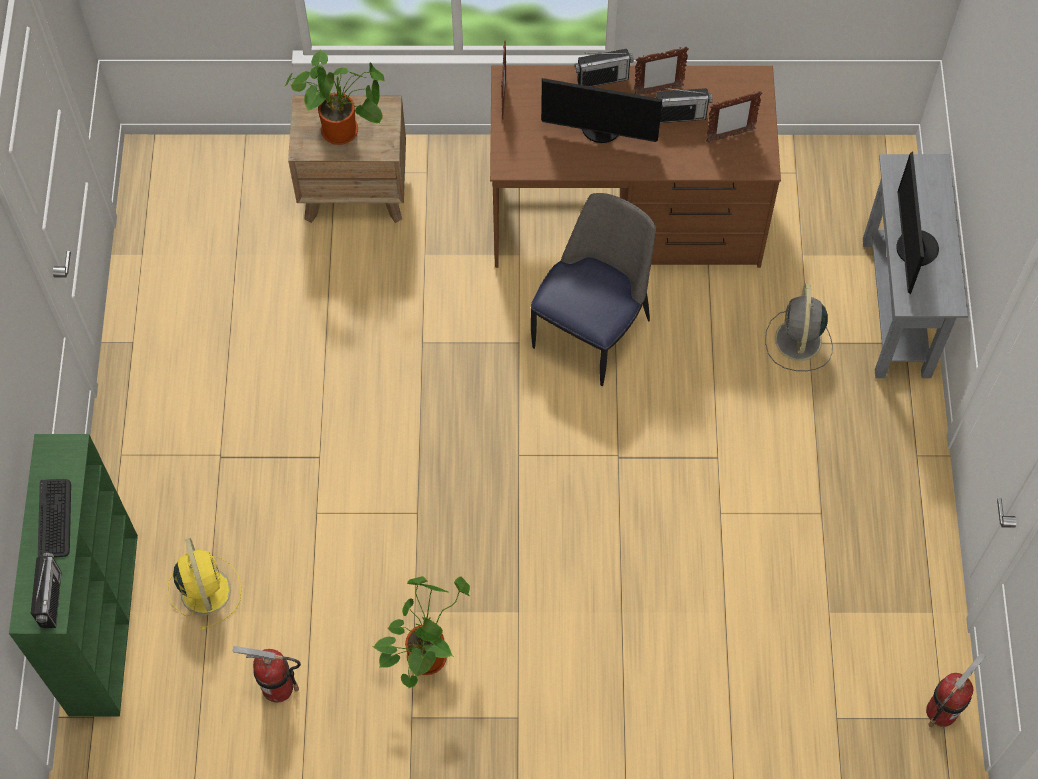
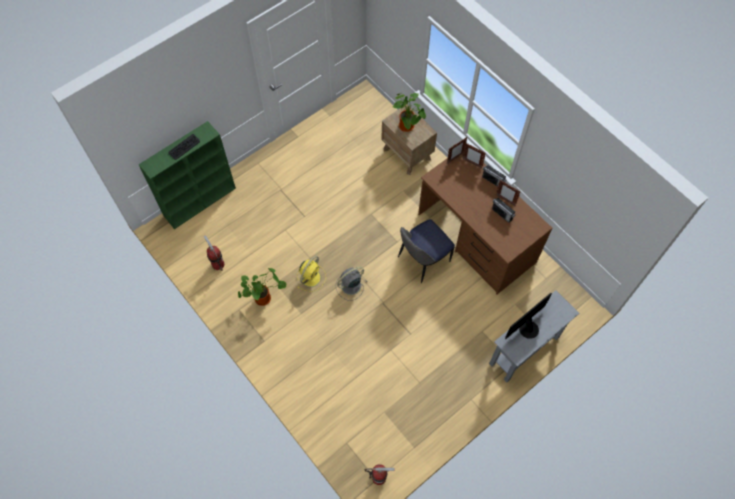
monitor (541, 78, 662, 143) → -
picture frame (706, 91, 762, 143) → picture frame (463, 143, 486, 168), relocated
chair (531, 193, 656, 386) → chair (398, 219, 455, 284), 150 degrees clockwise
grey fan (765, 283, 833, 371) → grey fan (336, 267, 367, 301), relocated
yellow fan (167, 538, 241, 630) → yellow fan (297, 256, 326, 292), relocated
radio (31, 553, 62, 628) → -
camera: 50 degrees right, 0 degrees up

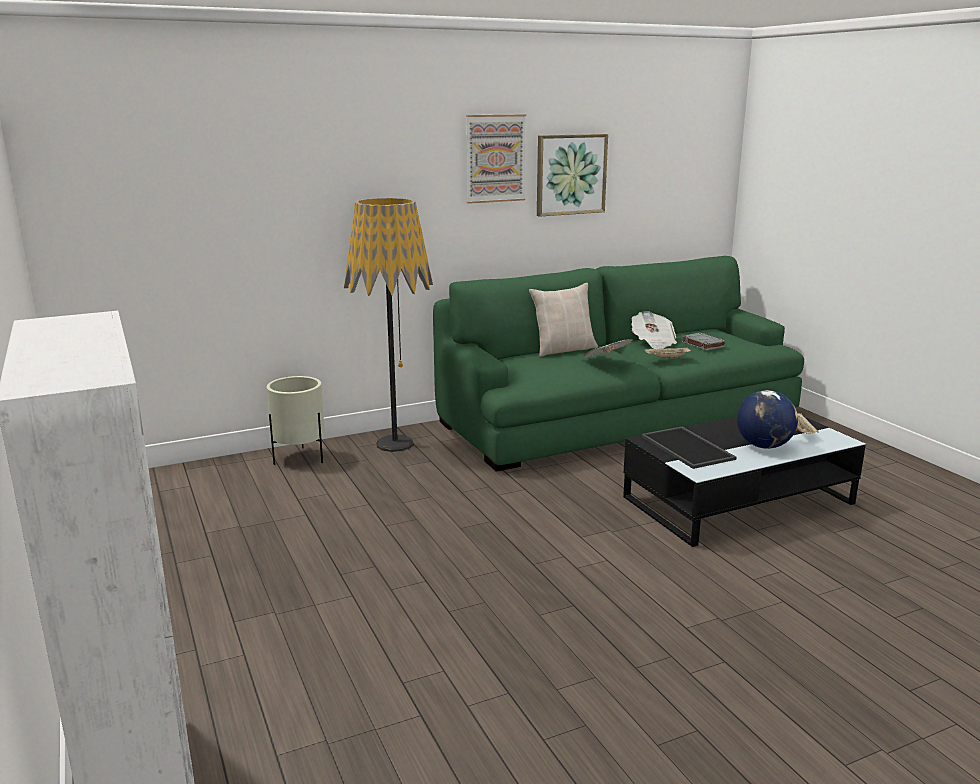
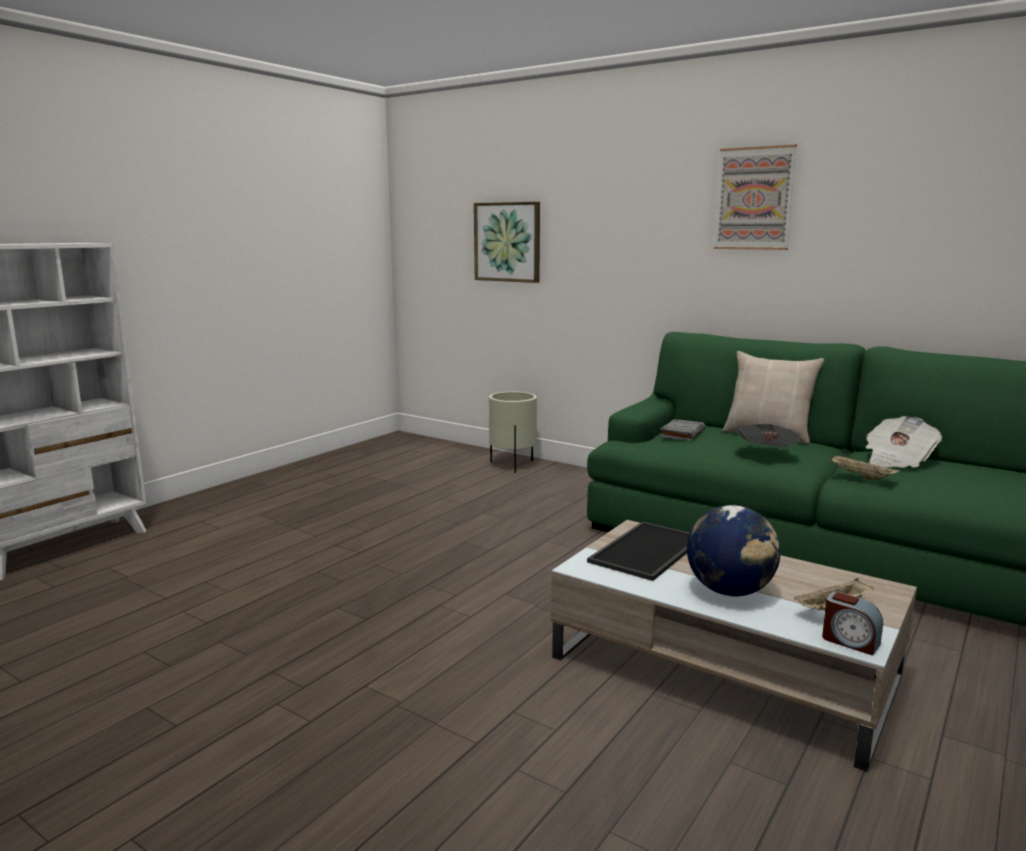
picture (537, 134, 608, 217) → picture (474, 202, 540, 283), relocated
floor lamp (344, 198, 433, 452) → -
grey book (682, 333, 726, 350) → grey book (660, 419, 706, 441), relocated
black coffee table (623, 417, 866, 547) → beige coffee table (551, 520, 917, 772)
- → alarm clock (822, 592, 883, 656)
camera: 60 degrees right, 5 degrees down

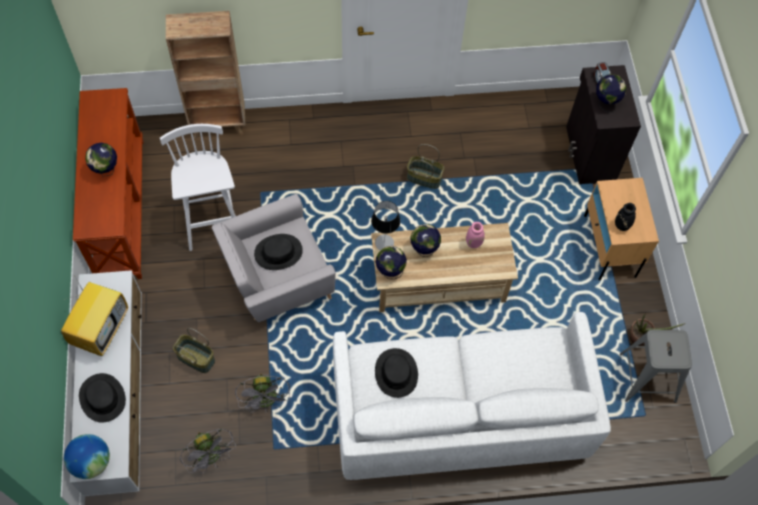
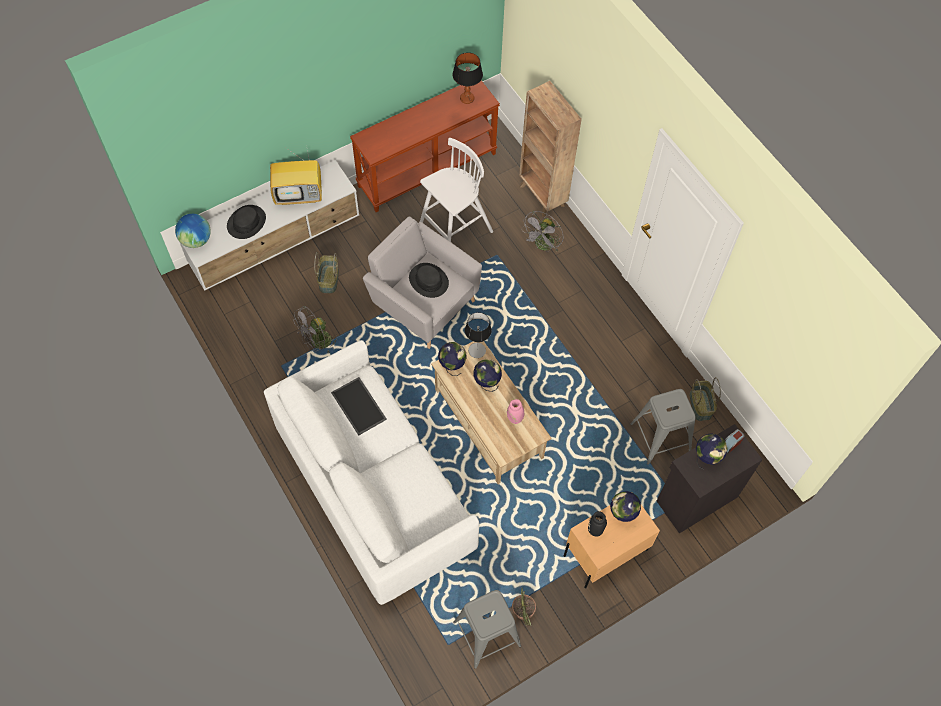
globe (85, 143, 117, 176) → globe (610, 491, 641, 522), relocated
basket (407, 144, 445, 189) → basket (690, 377, 721, 421), relocated
black hat (375, 348, 418, 398) → tray (331, 377, 387, 436)
grey fan (180, 429, 236, 474) → grey fan (521, 211, 563, 252), relocated
- → table lamp (452, 52, 483, 104)
- → grey stool (630, 389, 696, 465)
camera: 65 degrees right, 0 degrees up

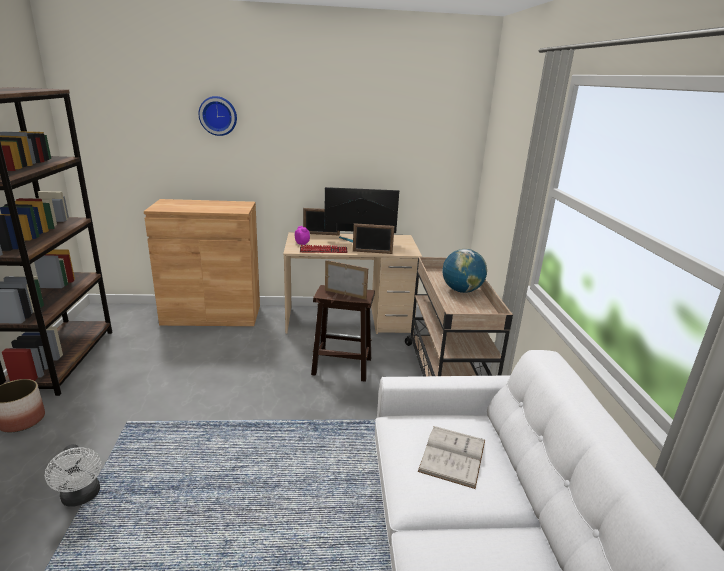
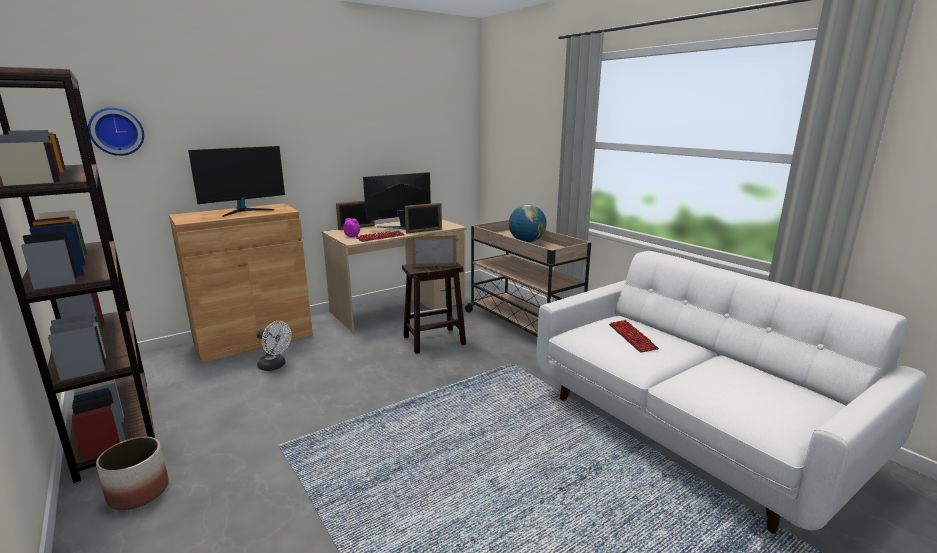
wall clock (199, 96, 237, 136) → wall clock (88, 108, 144, 156), relocated
white book (418, 426, 485, 489) → keyboard (609, 320, 659, 353)
white fan (45, 444, 102, 507) → white fan (257, 321, 292, 371), relocated
- → monitor (188, 146, 285, 217)
camera: 30 degrees left, 5 degrees down

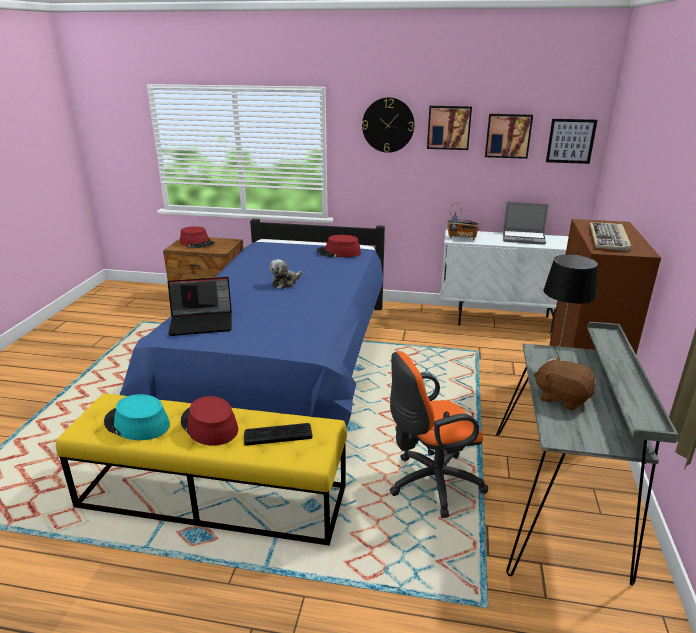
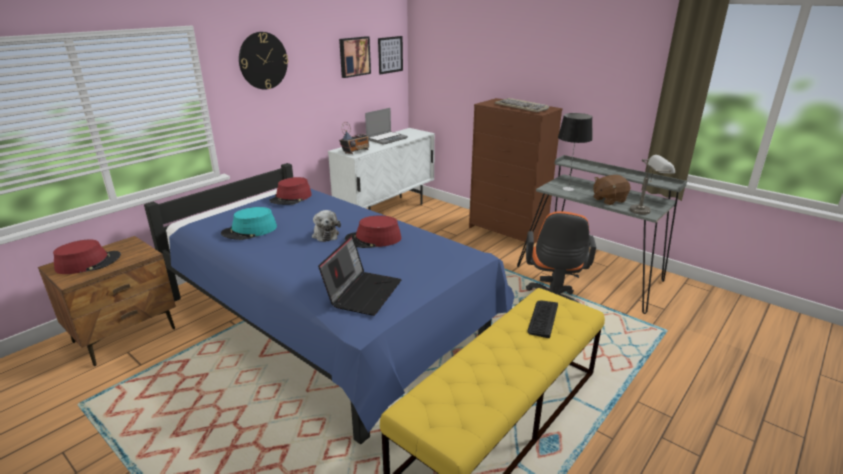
picture (427, 106, 472, 150) → -
turquoise hat (104, 394, 170, 440) → turquoise hat (221, 207, 277, 240), relocated
red hat (181, 396, 238, 446) → red hat (345, 215, 401, 248), relocated
- → grey table lamp (630, 155, 675, 215)
camera: 60 degrees left, 0 degrees up

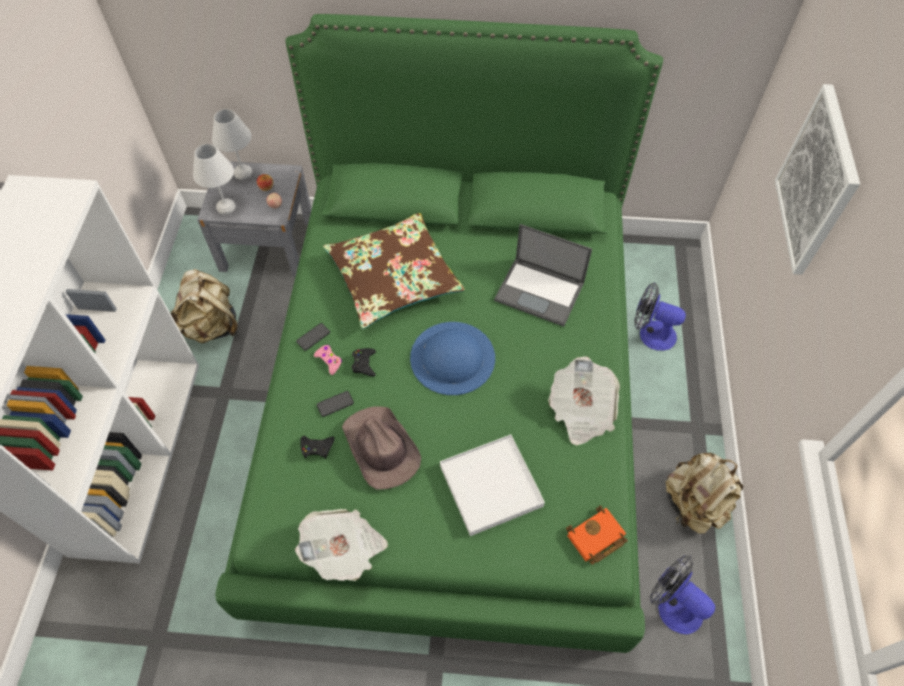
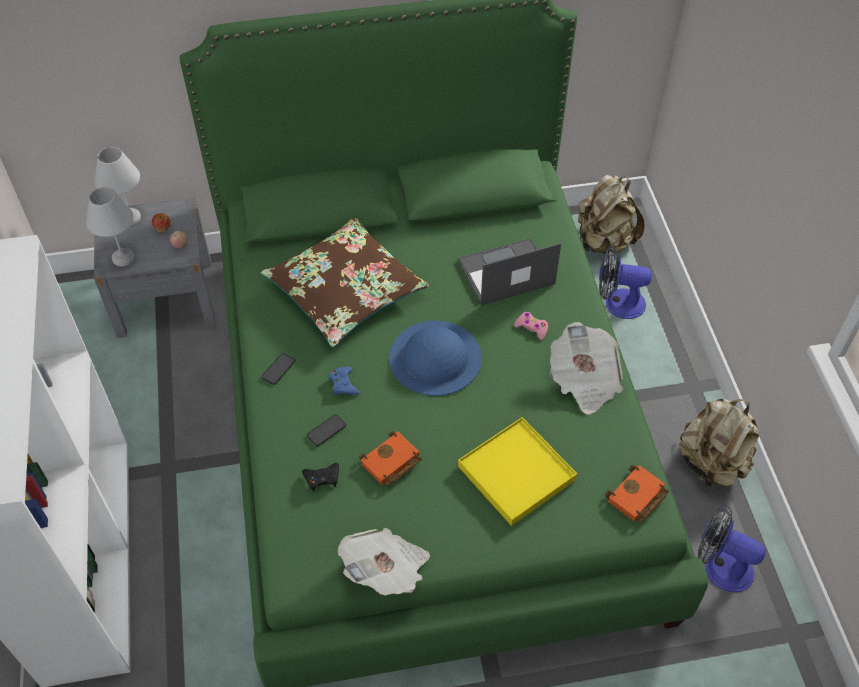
picture (775, 84, 860, 275) → -
laptop (494, 224, 592, 327) → laptop (458, 238, 561, 306), 150 degrees clockwise
beige backpack (170, 269, 238, 343) → beige backpack (578, 175, 645, 254), relocated
pink game controller (314, 345, 342, 375) → pink game controller (514, 312, 548, 340), relocated
black game controller (352, 348, 376, 376) → blue game controller (329, 367, 360, 395)
brown hat (342, 406, 421, 490) → orange book (359, 431, 422, 486)
white tray (440, 434, 545, 536) → yellow tray (458, 417, 577, 526)
camera: 15 degrees left, 5 degrees down

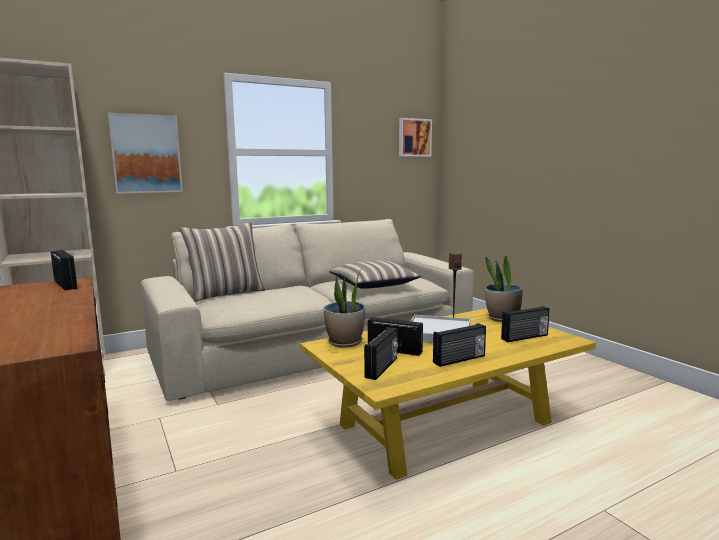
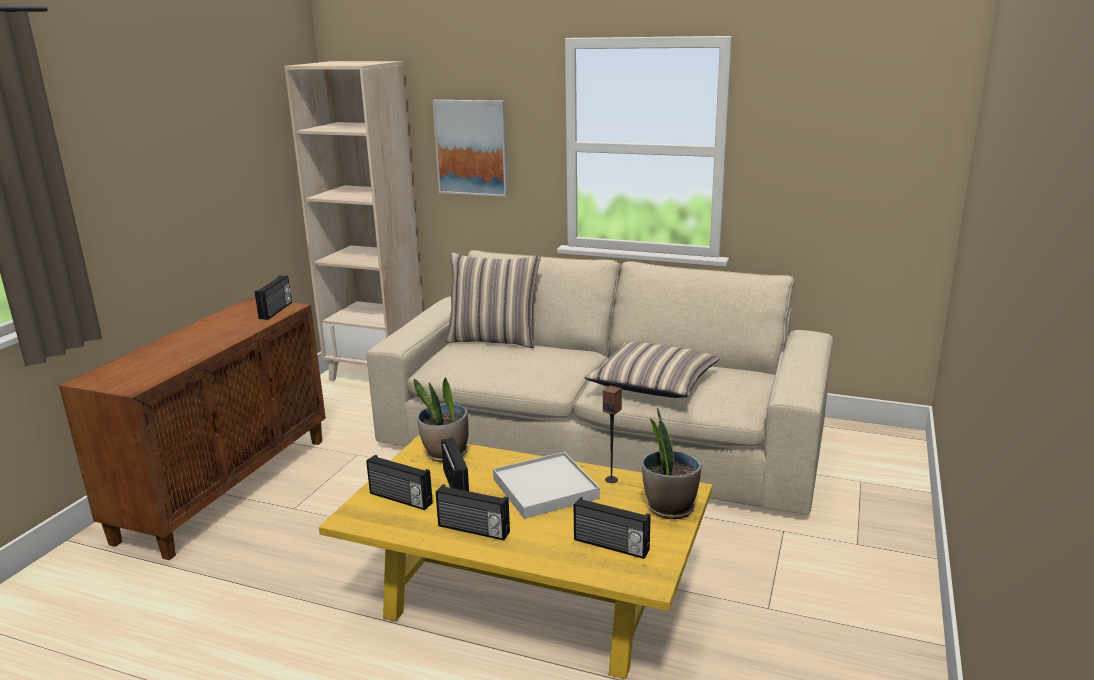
picture (399, 118, 432, 157) → -
radio (364, 327, 398, 380) → radio (366, 455, 433, 510), 45 degrees clockwise
camera: 50 degrees right, 10 degrees up

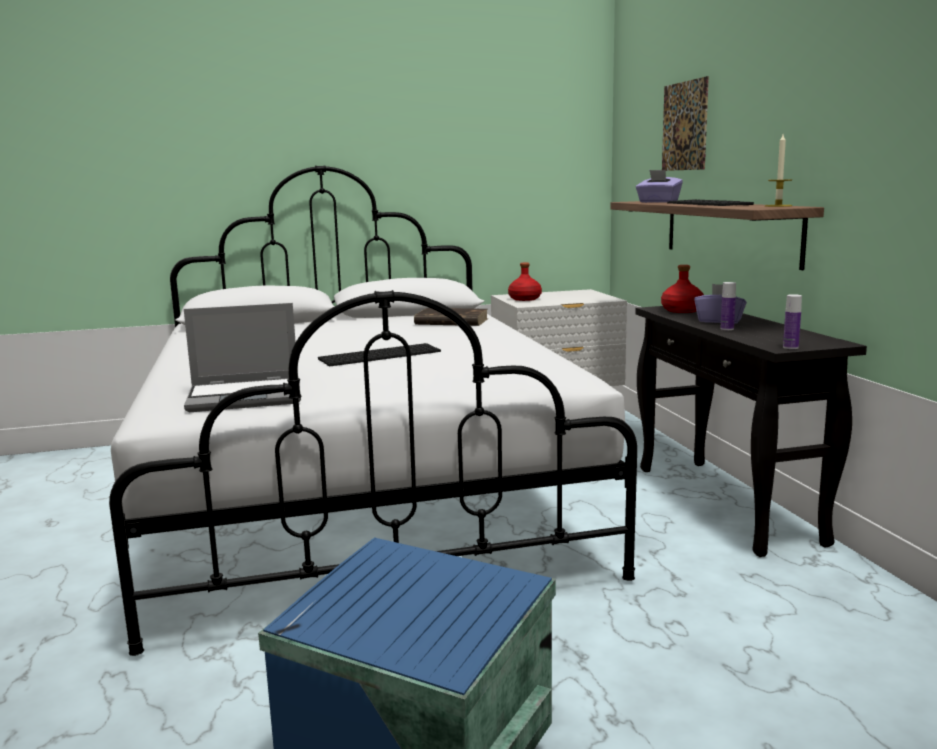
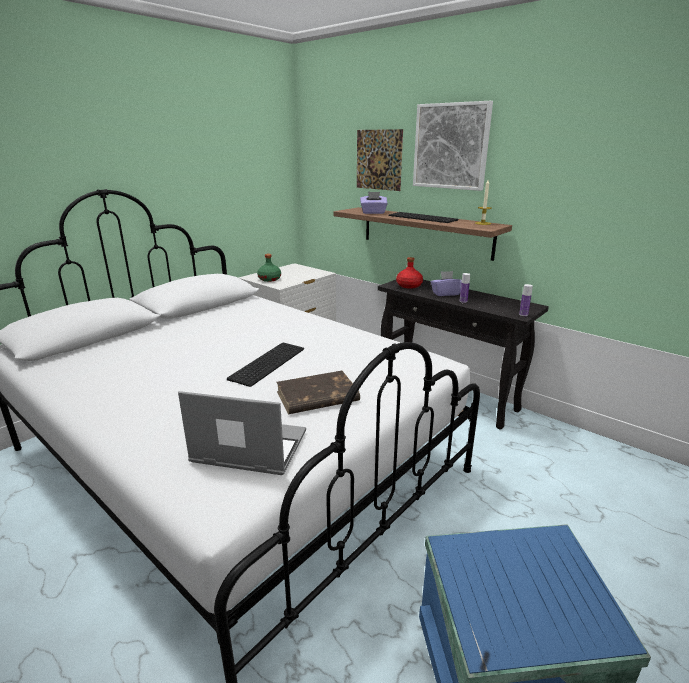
red bottle (508, 263, 542, 301) → green bottle (257, 254, 281, 282)
laptop (184, 303, 301, 412) → laptop (178, 391, 306, 475), 120 degrees counterclockwise
brown book (414, 308, 488, 326) → brown book (276, 371, 360, 414), relocated
- → picture (413, 101, 493, 191)
camera: 35 degrees left, 10 degrees up

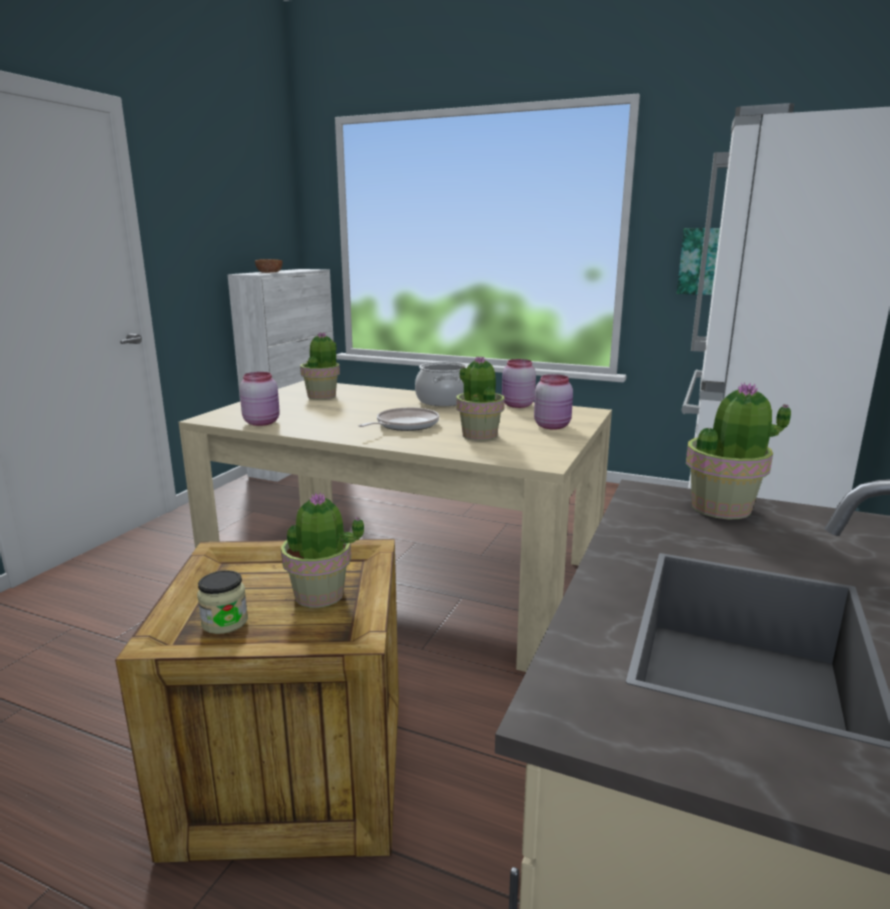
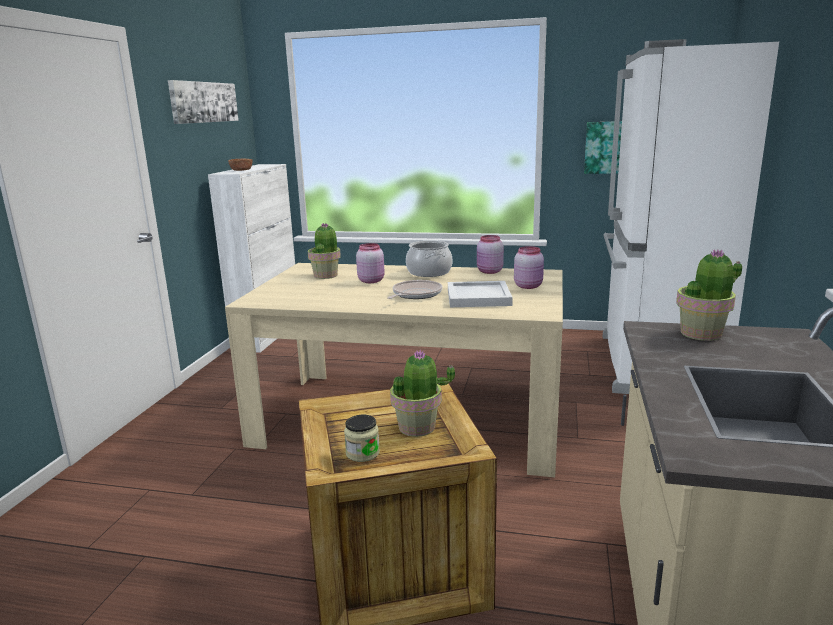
potted plant (456, 356, 505, 441) → white tray (448, 281, 513, 307)
pink jar (239, 372, 280, 426) → pink jar (356, 243, 385, 283), relocated
- → picture (168, 80, 239, 124)
camera: 10 degrees left, 0 degrees up

